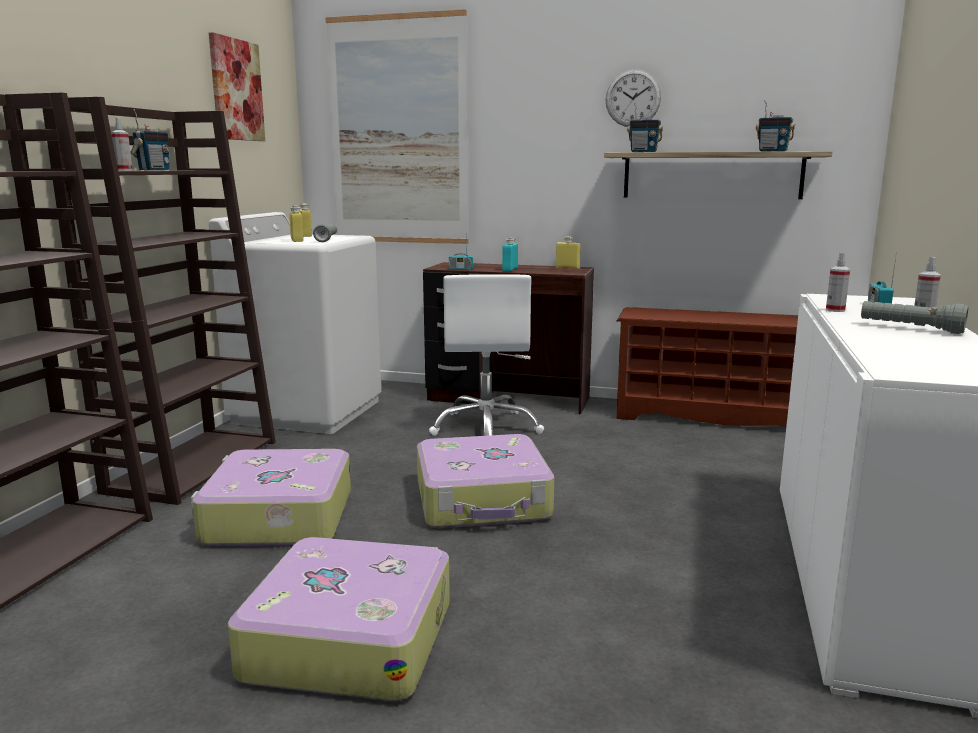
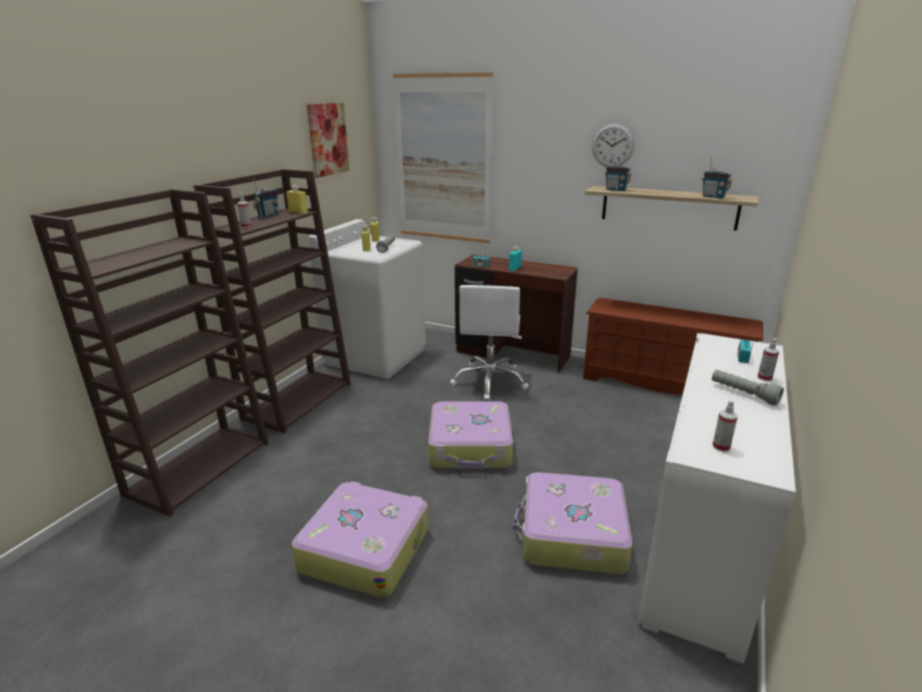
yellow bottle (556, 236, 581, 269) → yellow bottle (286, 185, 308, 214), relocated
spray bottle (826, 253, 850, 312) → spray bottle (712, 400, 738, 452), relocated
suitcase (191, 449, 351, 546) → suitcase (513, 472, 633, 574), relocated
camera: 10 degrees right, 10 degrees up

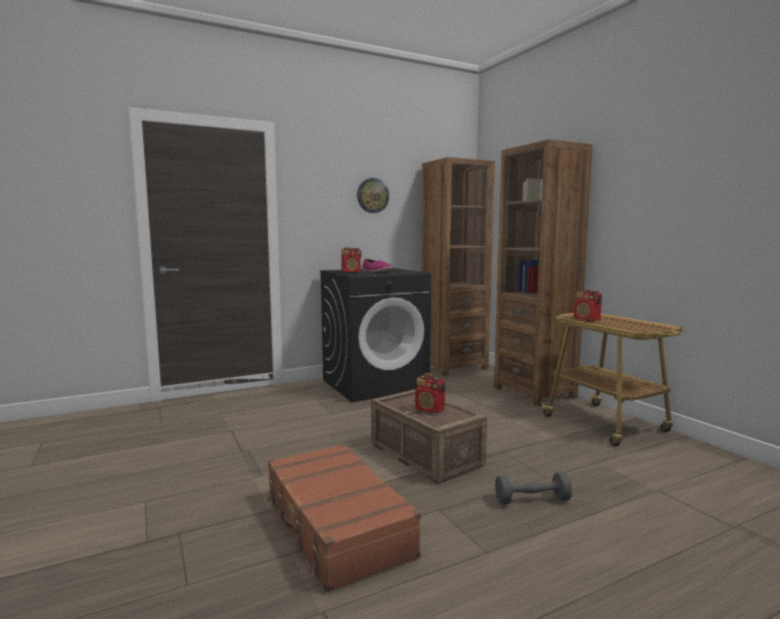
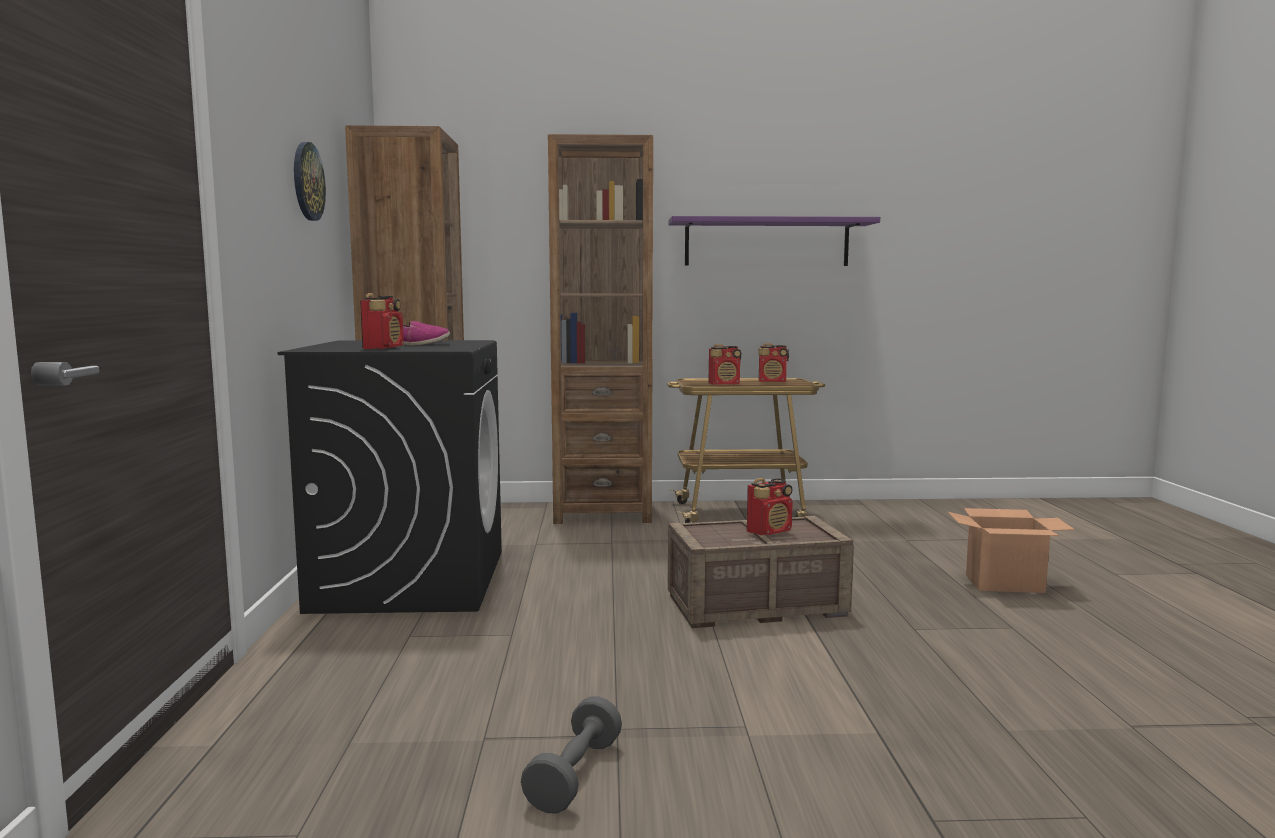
brown suitcase (266, 443, 421, 592) → -
grey dumbbell (495, 472, 572, 505) → grey dumbbell (521, 696, 622, 813), relocated
- → purple shelf (668, 216, 880, 266)
- → radio (759, 343, 789, 382)
- → cardboard box (948, 508, 1075, 593)
camera: 65 degrees left, 0 degrees up

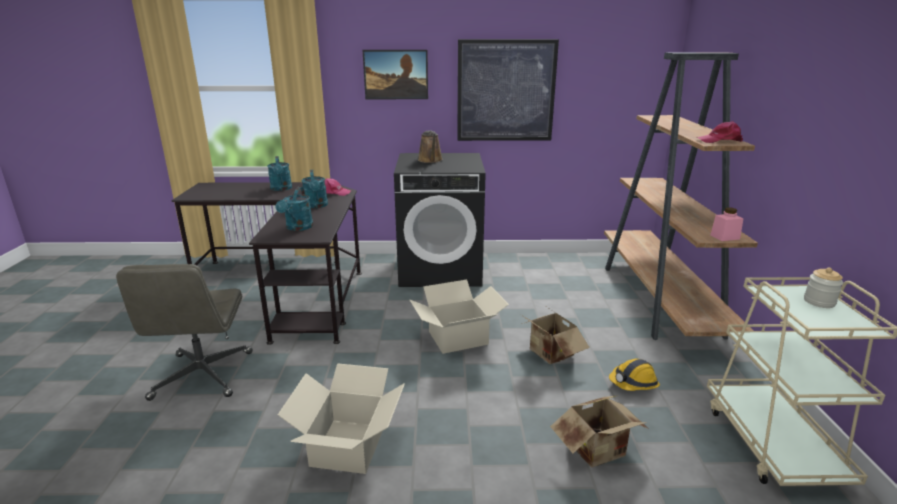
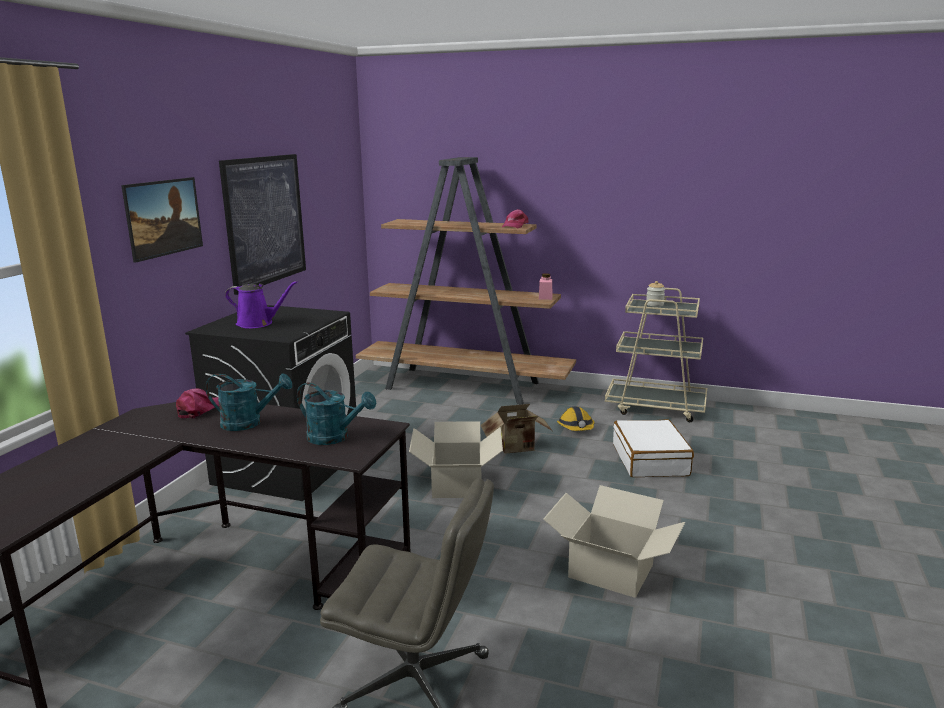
brown watering can (418, 130, 443, 163) → purple watering can (225, 281, 298, 329)
turquoise watering can (267, 156, 292, 191) → -
cardboard box (550, 395, 649, 467) → white suitcase (613, 419, 694, 477)
camera: 70 degrees left, 5 degrees down

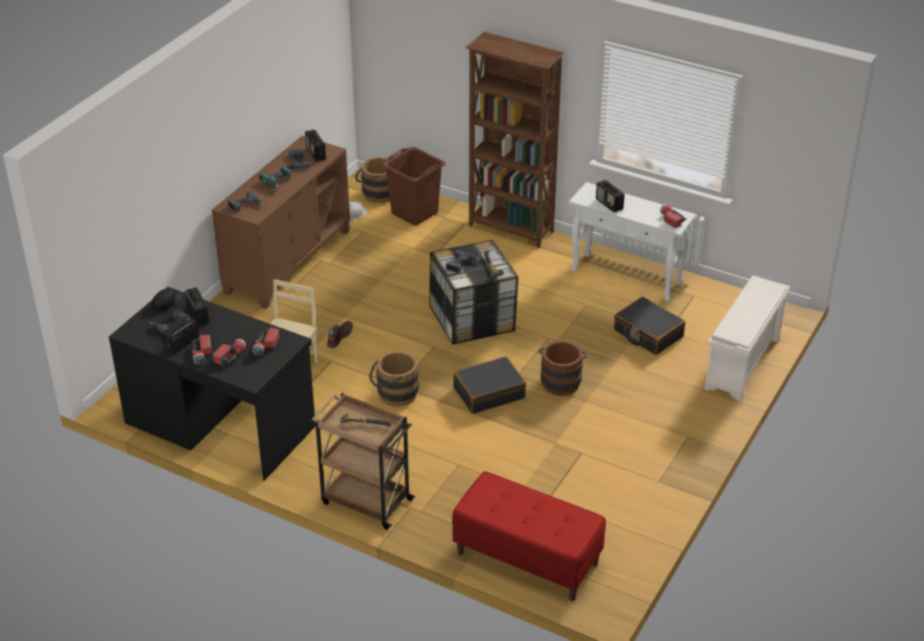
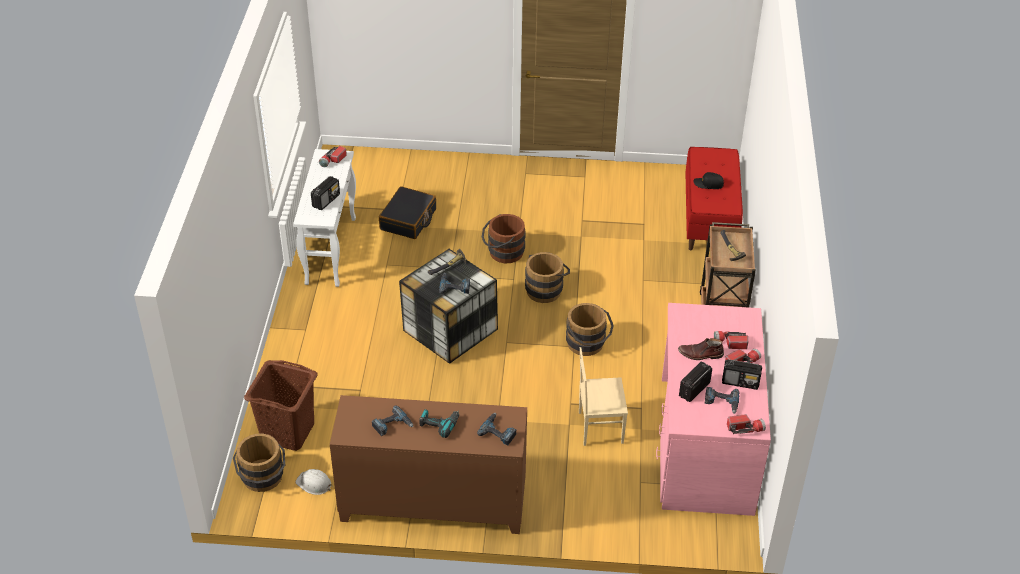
brown bookcase (466, 32, 565, 248) → -
radio (305, 130, 326, 161) → -
white shoe rack (705, 276, 790, 402) → -
black desk (109, 287, 316, 481) → pink desk (656, 303, 771, 516)
black cap (152, 289, 182, 312) → black cap (694, 172, 724, 189), relocated
brown boot (327, 321, 353, 348) → brown boot (678, 338, 724, 360), relocated
flashlight (252, 328, 280, 356) → flashlight (727, 414, 766, 434), relocated
black suitcase (453, 356, 526, 414) → brown bucket (525, 252, 570, 303)
camera: 115 degrees left, 5 degrees up

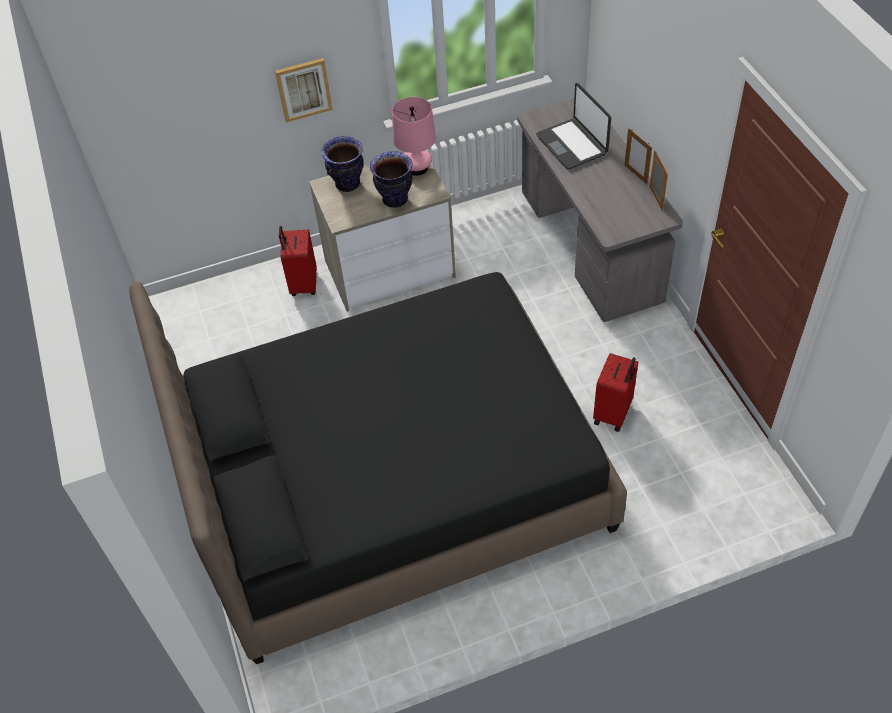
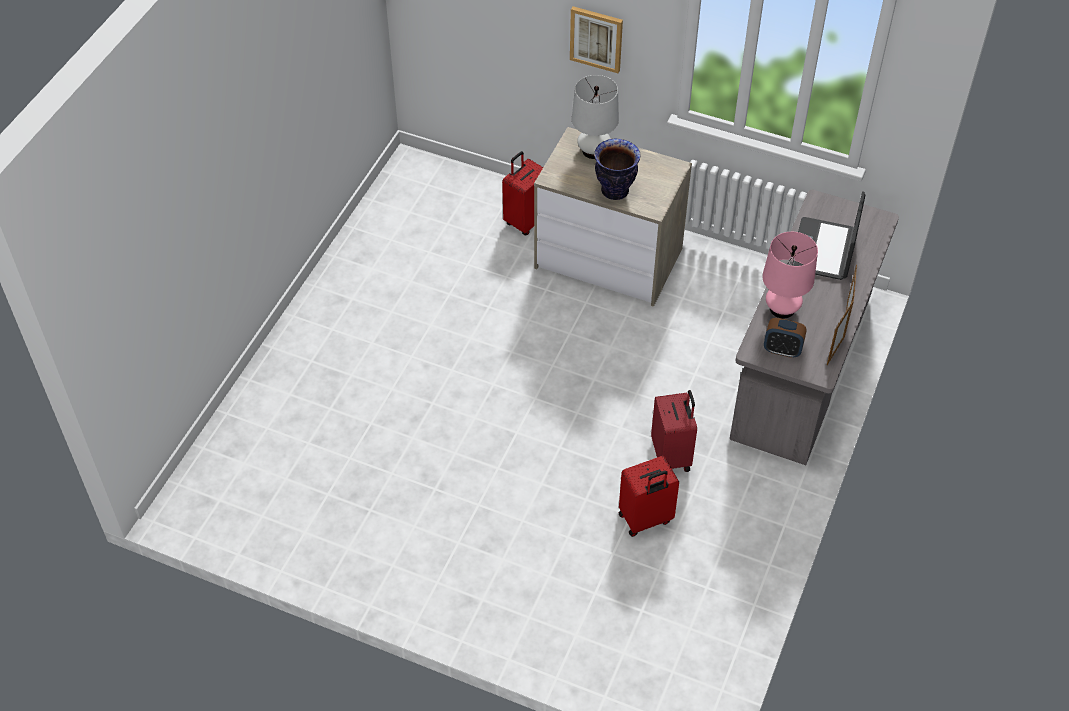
pink table lamp (392, 97, 436, 176) → pink table lamp (762, 232, 818, 319), relocated
vase (321, 136, 364, 192) → white table lamp (572, 75, 619, 159)
black bed (129, 272, 627, 664) → -
- → alarm clock (764, 318, 807, 358)
- → red suitcase (651, 390, 697, 472)
camera: 40 degrees right, 0 degrees up

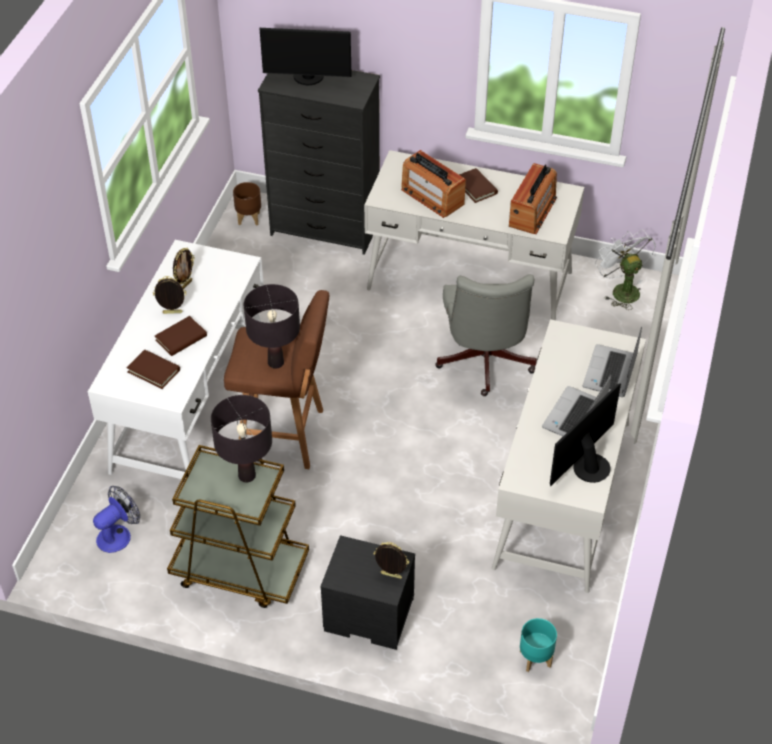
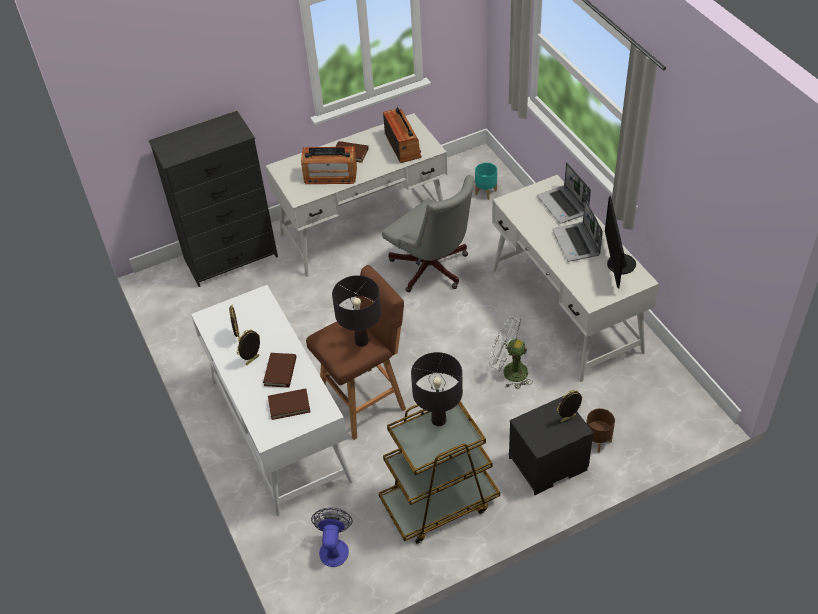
monitor (259, 28, 352, 85) → -
brown planter (233, 182, 261, 225) → brown planter (586, 408, 615, 453), relocated
white fan (595, 229, 656, 310) → white fan (488, 316, 533, 389), relocated
turquoise planter (520, 618, 557, 672) → turquoise planter (475, 162, 497, 200), relocated
camera: 40 degrees left, 0 degrees up

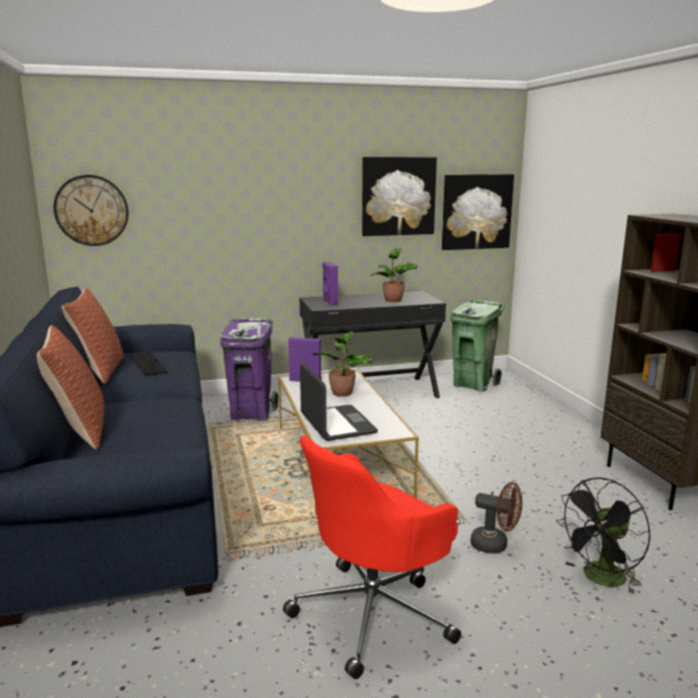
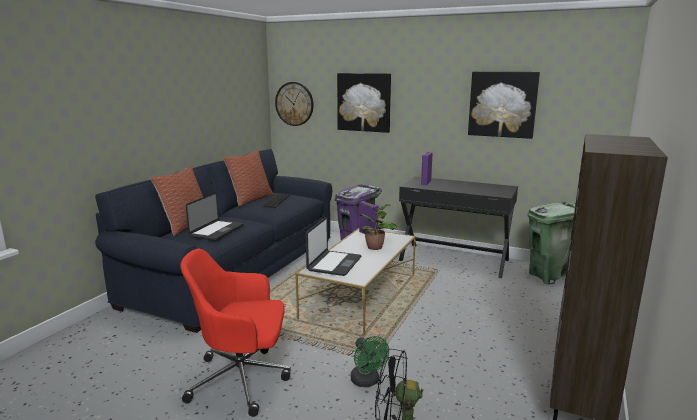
picture (442, 174, 514, 250) → picture (337, 73, 391, 133), relocated
potted plant (370, 248, 417, 302) → -
brown fan (470, 482, 522, 554) → green fan (351, 336, 389, 387)
- → laptop (186, 192, 244, 241)
camera: 40 degrees right, 0 degrees up

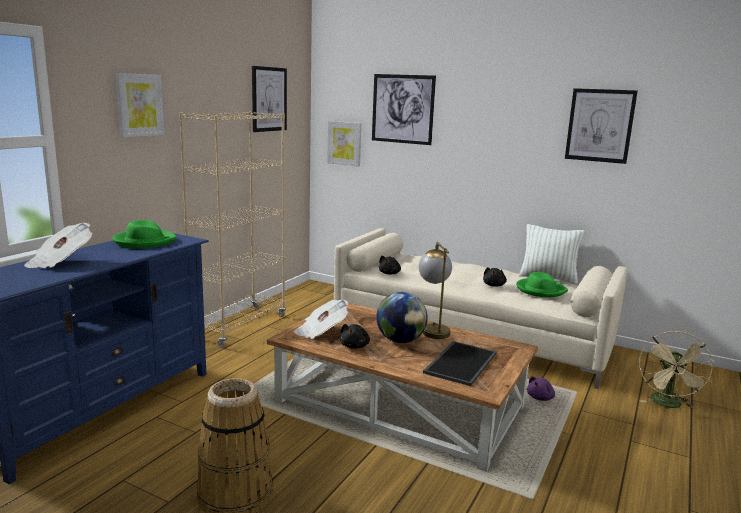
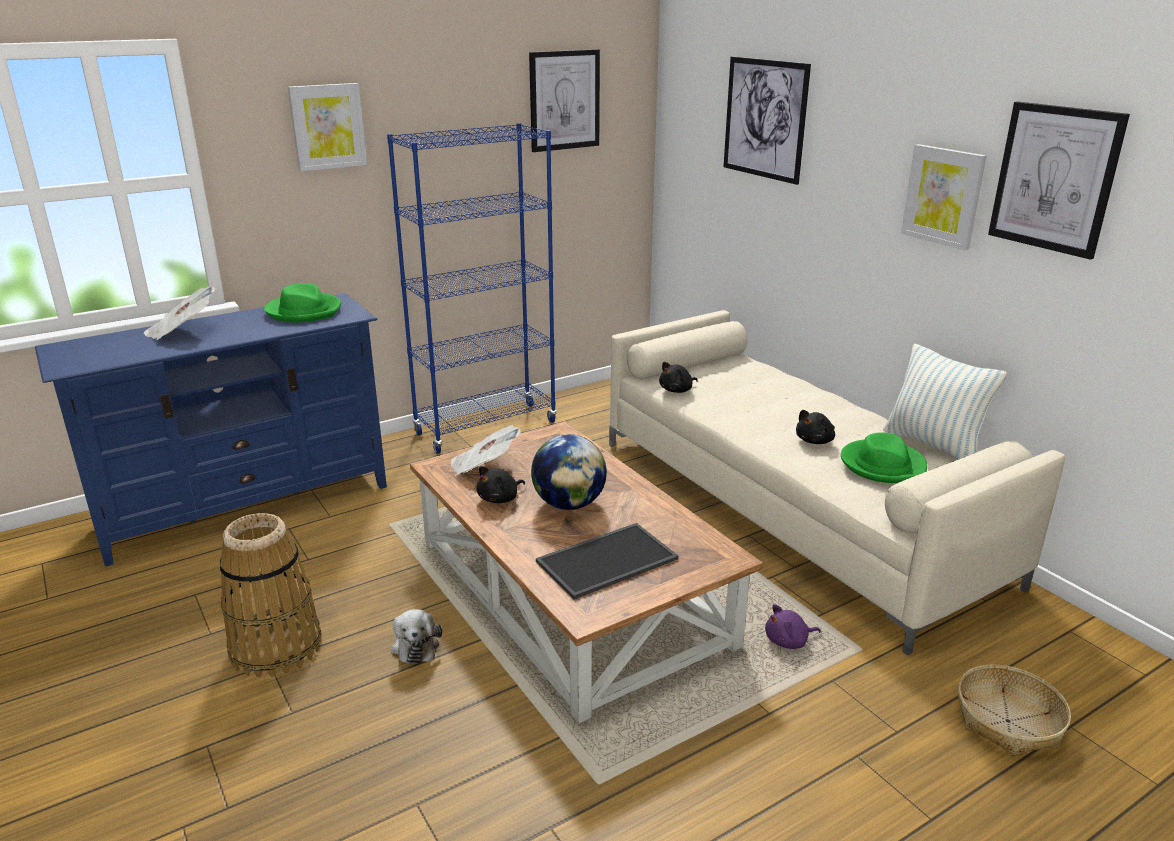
beige bookcase (179, 111, 286, 348) → blue bookcase (387, 123, 557, 454)
picture (327, 121, 361, 167) → picture (901, 144, 986, 250), relocated
table lamp (419, 242, 452, 339) → -
beige fan (639, 331, 715, 408) → basket (958, 665, 1071, 756)
- → plush toy (391, 609, 442, 665)
camera: 30 degrees right, 10 degrees up

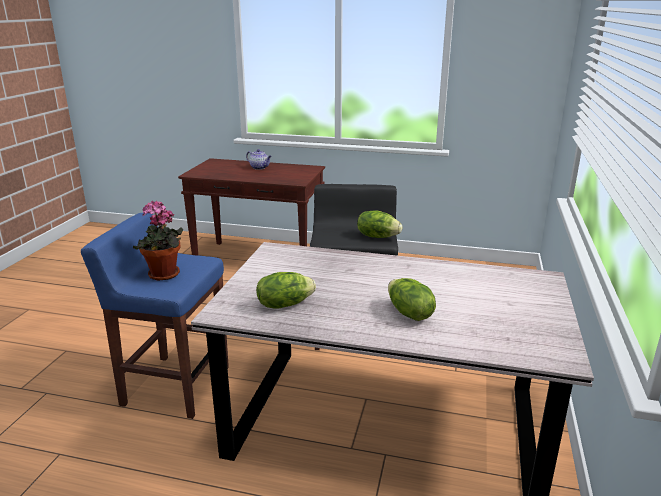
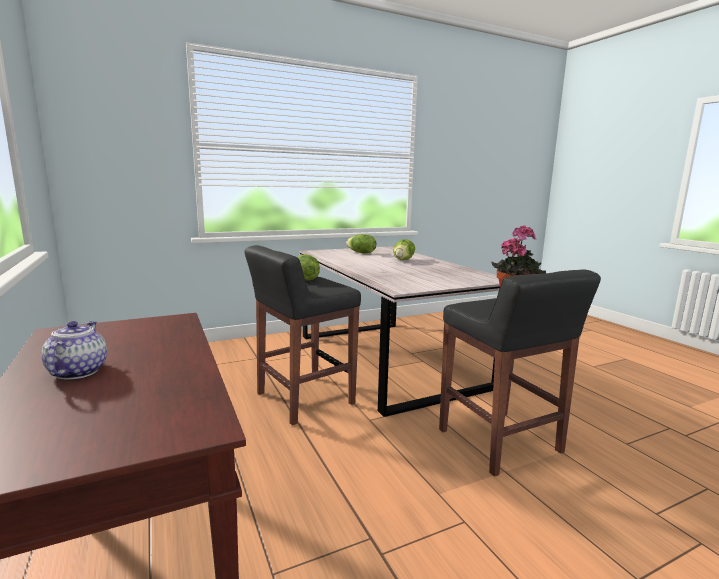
blue stool (81, 213, 229, 419) → black stool (439, 269, 601, 477)
lettuce (256, 272, 316, 308) → lettuce (346, 234, 376, 253), relocated
camera: 130 degrees left, 10 degrees down

